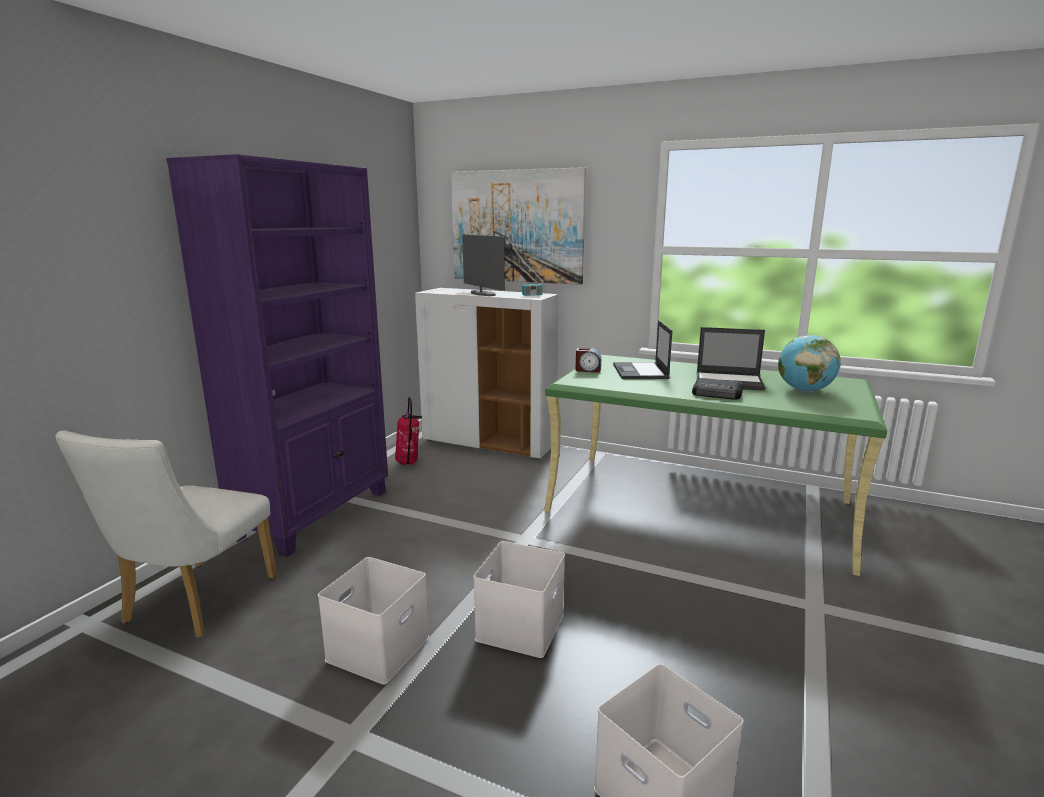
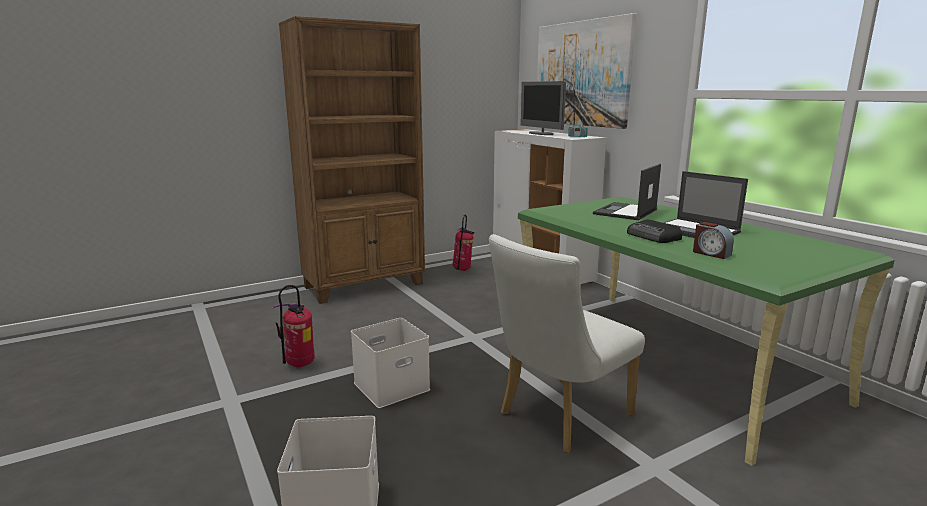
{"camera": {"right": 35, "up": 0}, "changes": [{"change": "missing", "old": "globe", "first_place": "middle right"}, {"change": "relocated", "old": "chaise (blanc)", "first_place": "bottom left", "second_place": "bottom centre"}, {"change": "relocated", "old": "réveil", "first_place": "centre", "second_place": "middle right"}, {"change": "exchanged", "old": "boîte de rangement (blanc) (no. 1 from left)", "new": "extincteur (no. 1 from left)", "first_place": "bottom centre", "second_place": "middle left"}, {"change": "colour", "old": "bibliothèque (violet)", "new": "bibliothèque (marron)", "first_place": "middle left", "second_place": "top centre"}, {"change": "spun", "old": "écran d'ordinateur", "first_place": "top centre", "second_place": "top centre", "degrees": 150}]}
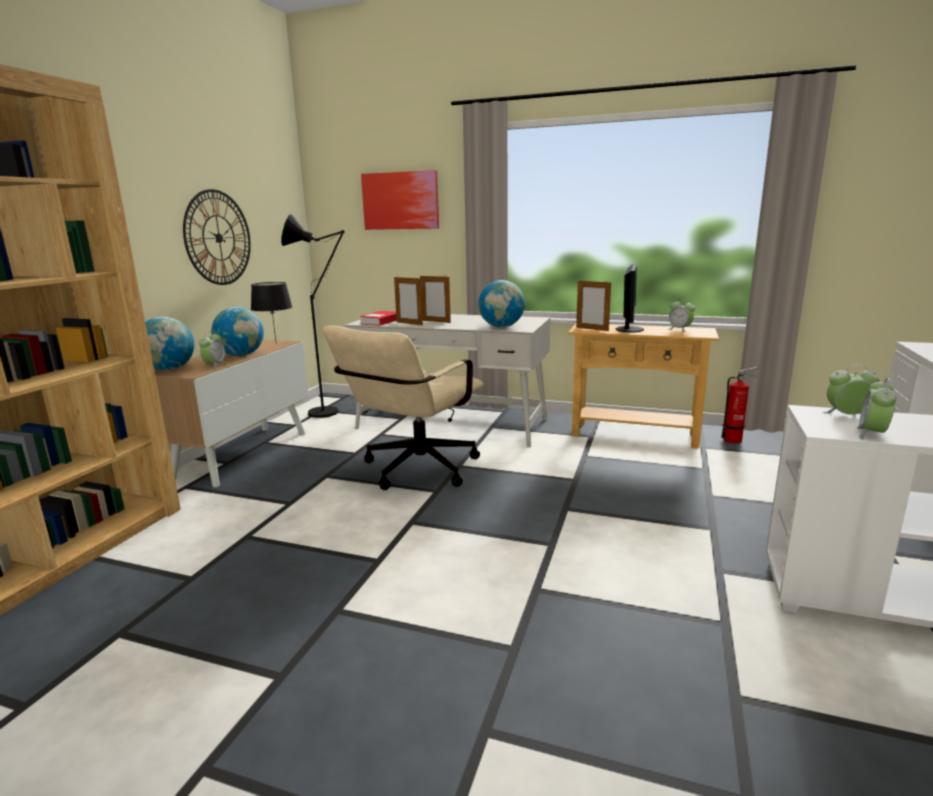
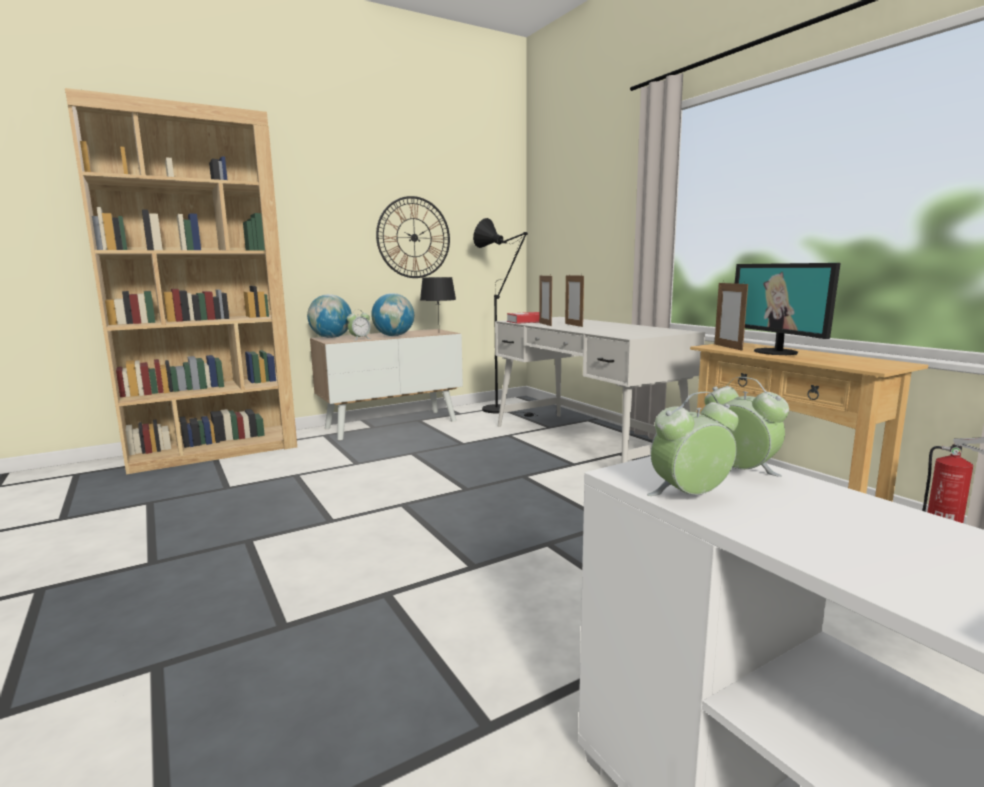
{"camera": {"right": 40, "up": -5}, "changes": [{"change": "missing", "old": "chaise de bureau (beige)", "first_place": "centre"}, {"change": "missing", "old": "tableau", "first_place": "top centre"}, {"change": "missing", "old": "globe (no. 3 from left)", "first_place": "centre"}, {"change": "missing", "old": "réveil (no. 2 from left)", "first_place": "middle right"}, {"change": "spun", "old": "écran d'ordinateur", "first_place": "middle right", "second_place": "middle right", "degrees": 105}]}
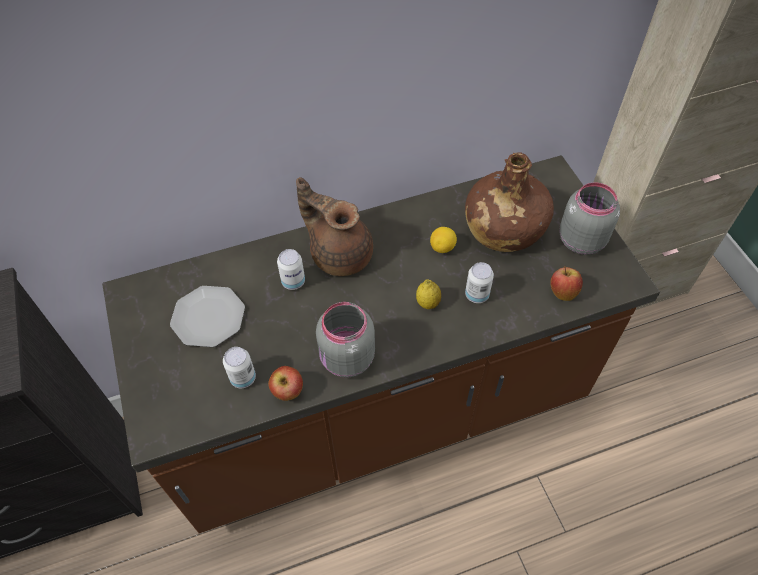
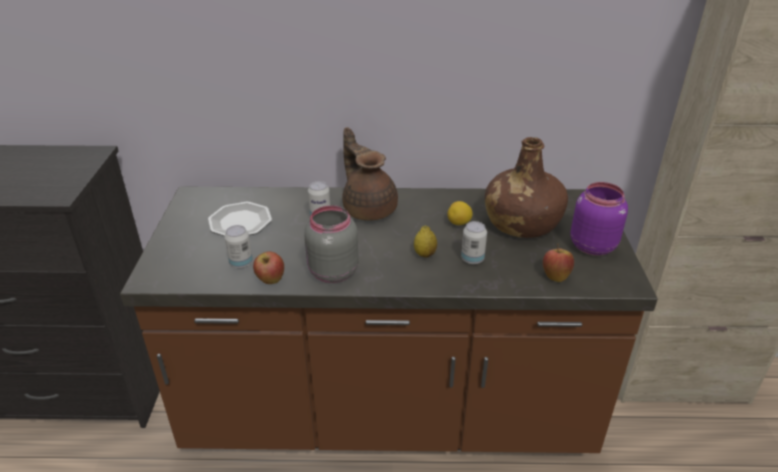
{"camera": {"right": 20, "up": -20}, "changes": [{"change": "colour", "old": "bocal (gris) (no. 2 from left)", "new": "bocal (violet)", "first_place": "middle right", "second_place": "middle right"}]}
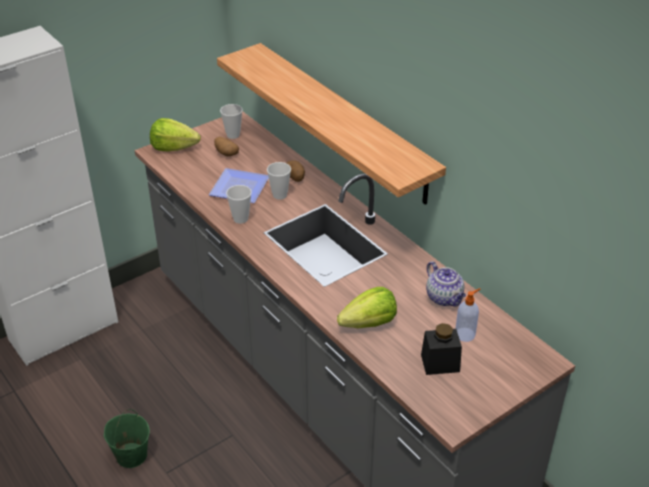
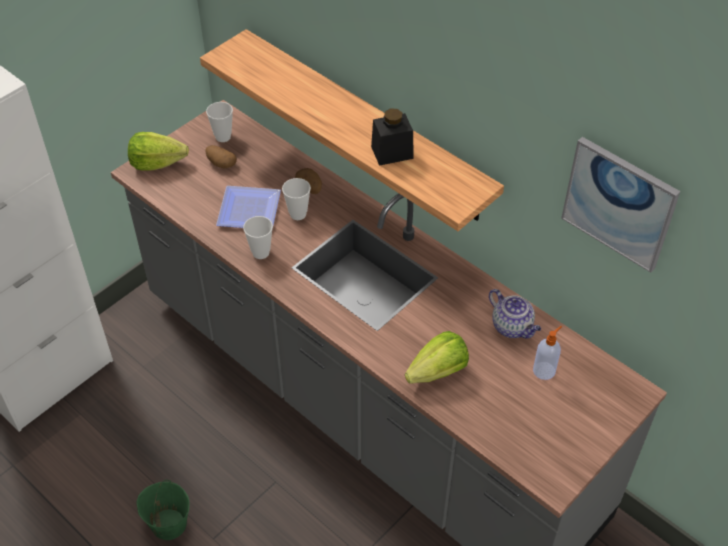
{"camera": {"right": -10, "up": 10}, "changes": [{"change": "appeared", "new": "tableau", "second_place": "middle right"}, {"change": "relocated", "old": "bocal (noir)", "first_place": "bottom right", "second_place": "top centre"}]}
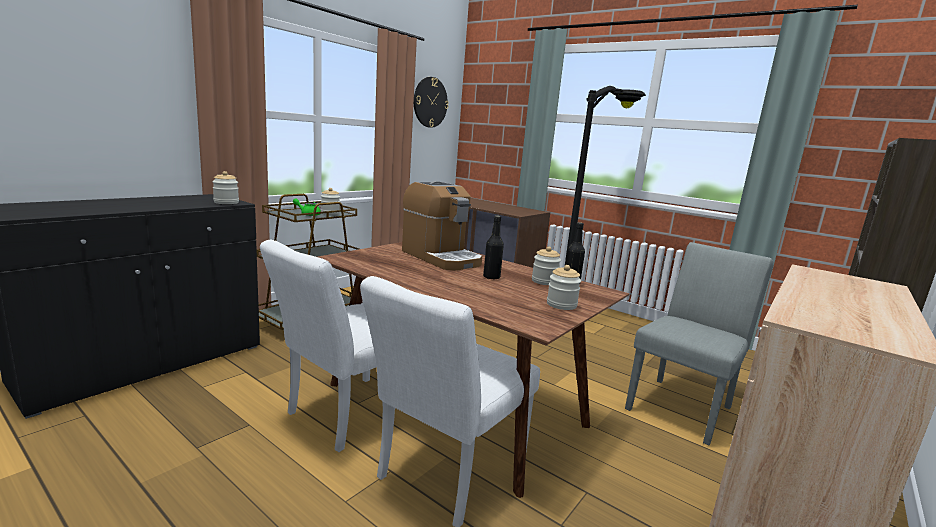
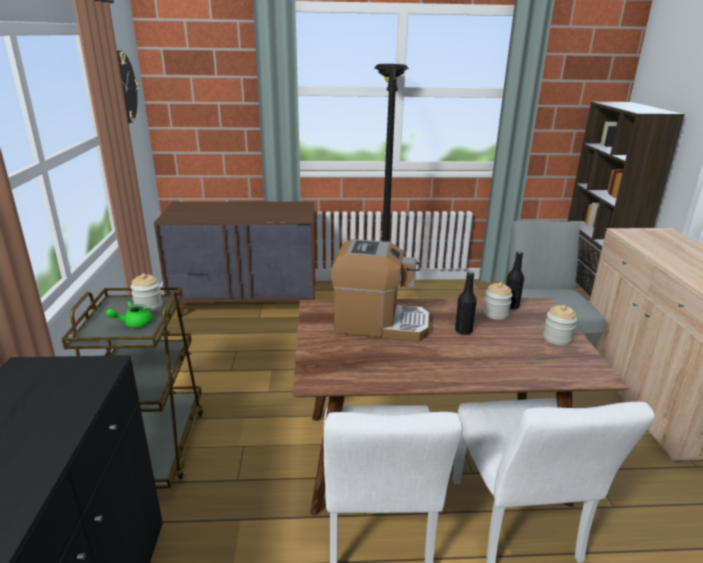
{"camera": {"right": -40, "up": 10}, "changes": [{"change": "missing", "old": "bocal (no. 1 from left)", "first_place": "middle left"}]}
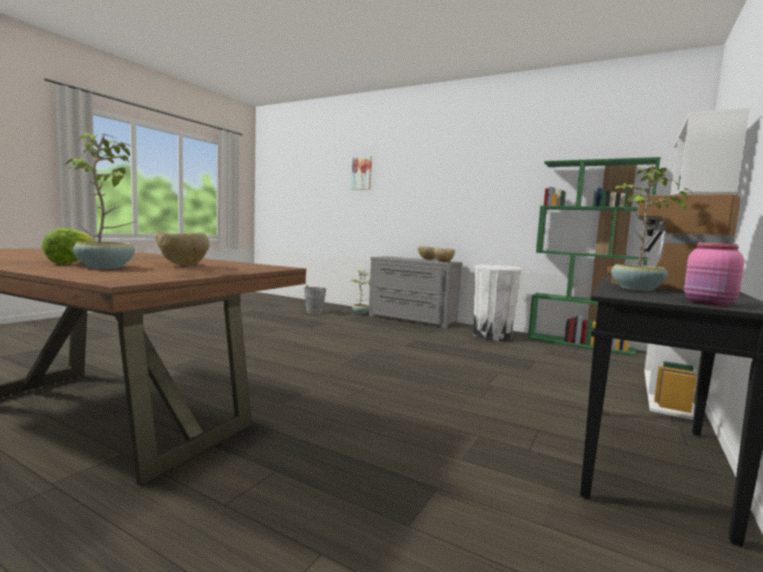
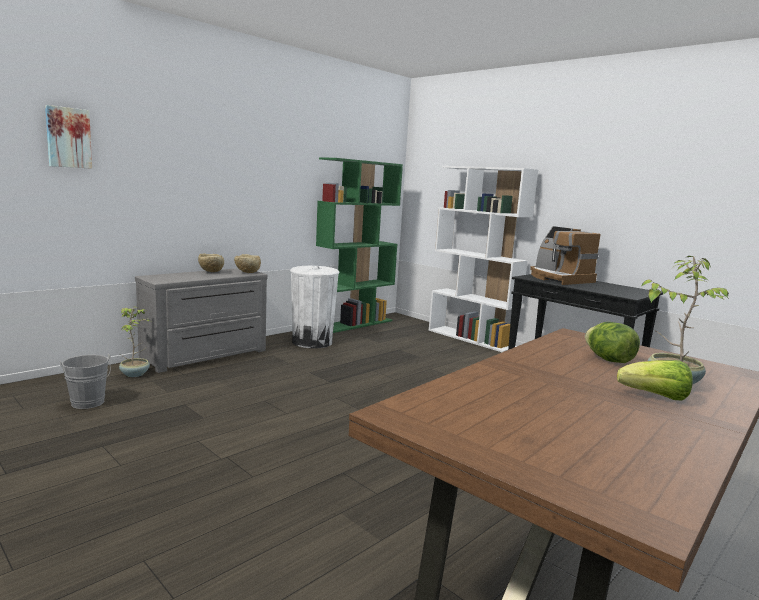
{"camera": {"right": -75, "up": 5}, "changes": [{"change": "missing", "old": "plante en pot (no. 3 from left)", "first_place": "middle right"}, {"change": "missing", "old": "bocal (rose)", "first_place": "middle right"}, {"change": "exchanged", "old": "bol (beige) (no. 1 from left)", "new": "laitue (no. 1 from left)", "first_place": "middle left", "second_place": "middle right"}]}
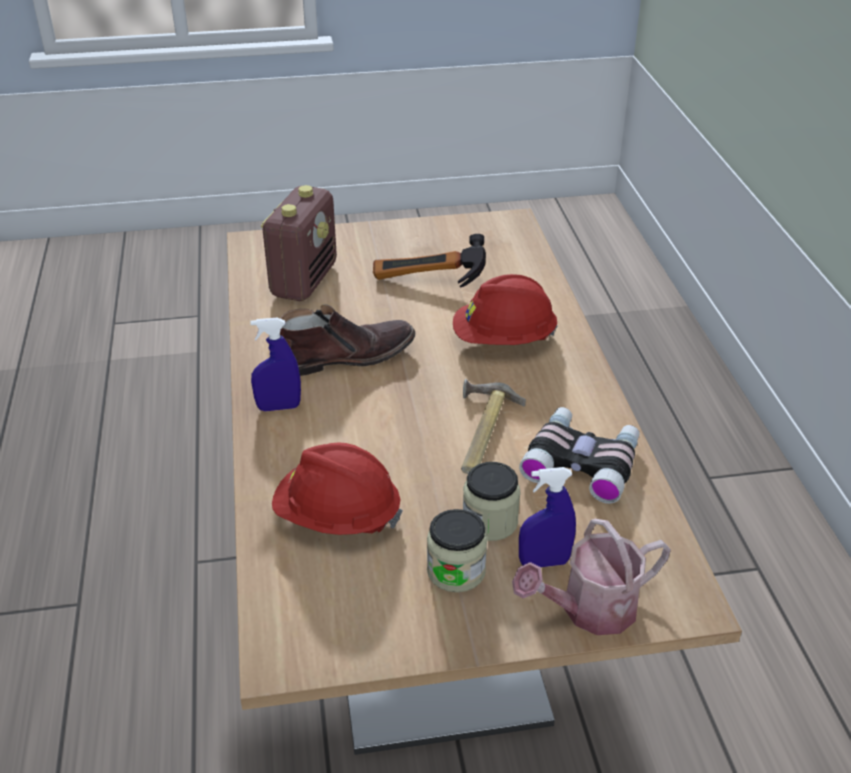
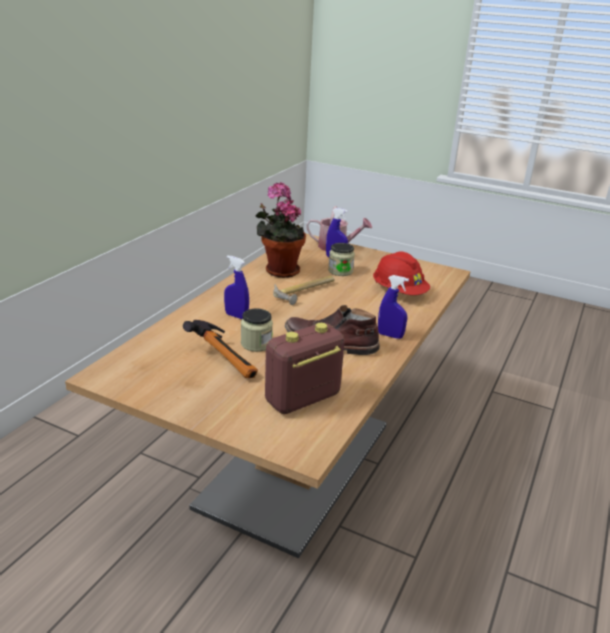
{"camera": {"right": -145, "up": -10}, "changes": [{"change": "relocated", "old": "bocal (no. 1 from left)", "first_place": "bottom centre", "second_place": "centre"}, {"change": "exchanged", "old": "casque de chantier (rouge) (no. 2 from left)", "new": "vaporisateur (bleu) (no. 1 from left)", "first_place": "centre", "second_place": "centre"}, {"change": "exchanged", "old": "jumelles", "new": "plante en pot", "first_place": "middle right", "second_place": "centre"}]}
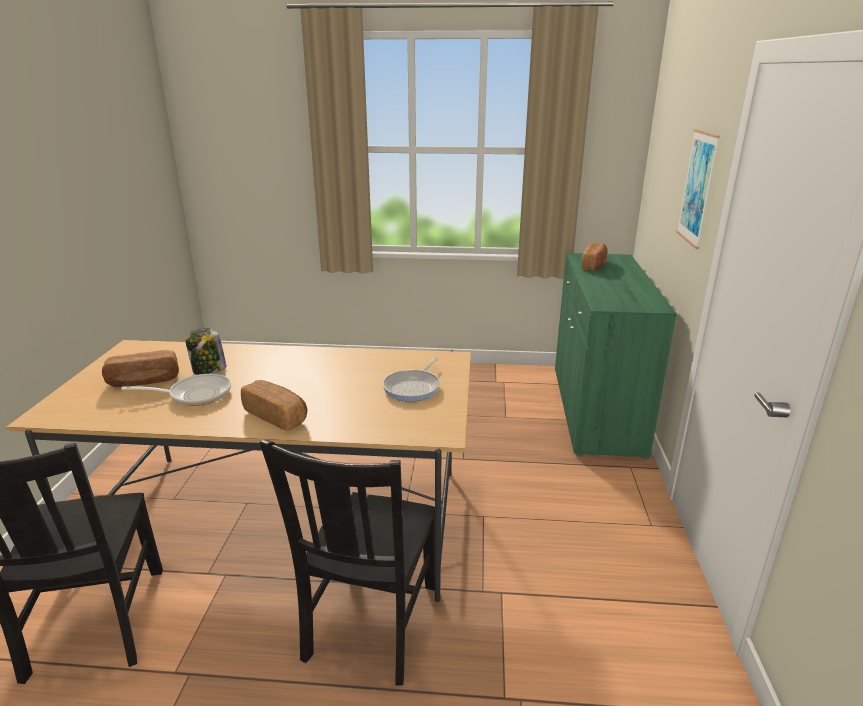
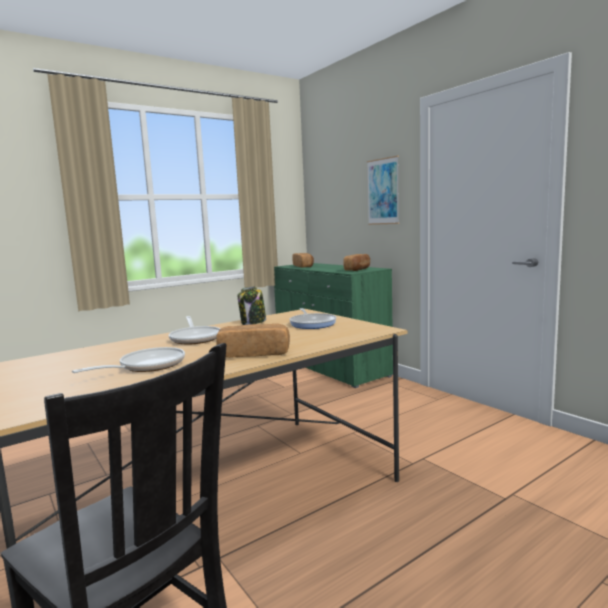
{"camera": {"right": -40, "up": -15}, "changes": [{"change": "missing", "old": "chaise (noir) (no. 2 from left)", "first_place": "bottom centre"}, {"change": "appeared", "new": "poêle (no. 2 from left)", "second_place": "middle left"}, {"change": "relocated", "old": "pain (no. 1 from left in the first image)", "new": "pain (no. 3 from left)", "first_place": "middle left", "second_place": "centre"}, {"change": "relocated", "old": "bocal", "first_place": "middle left", "second_place": "centre"}]}
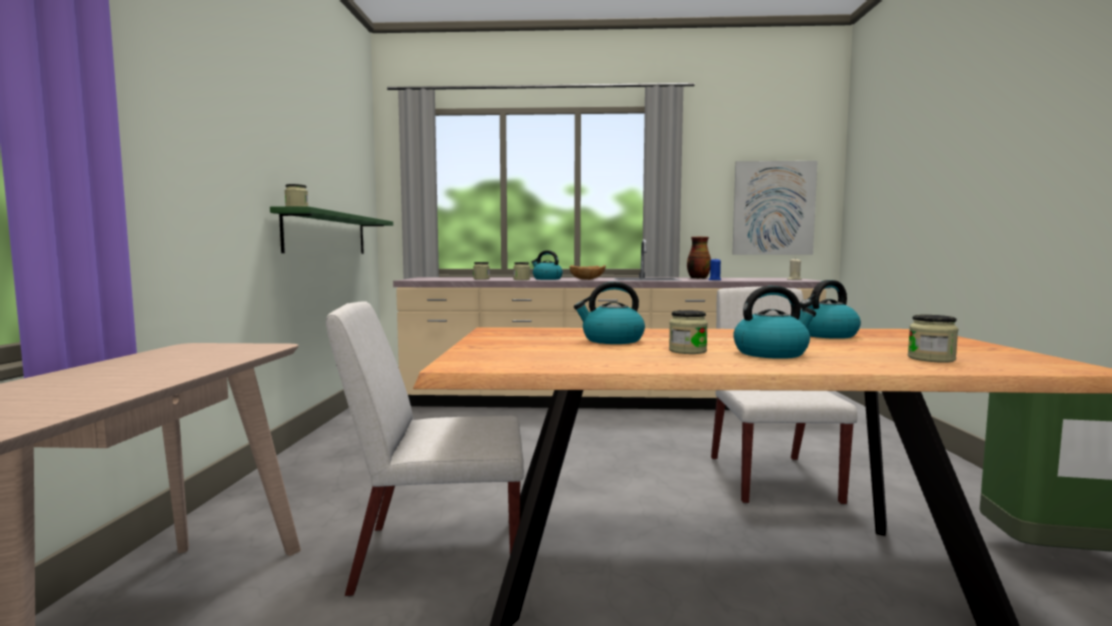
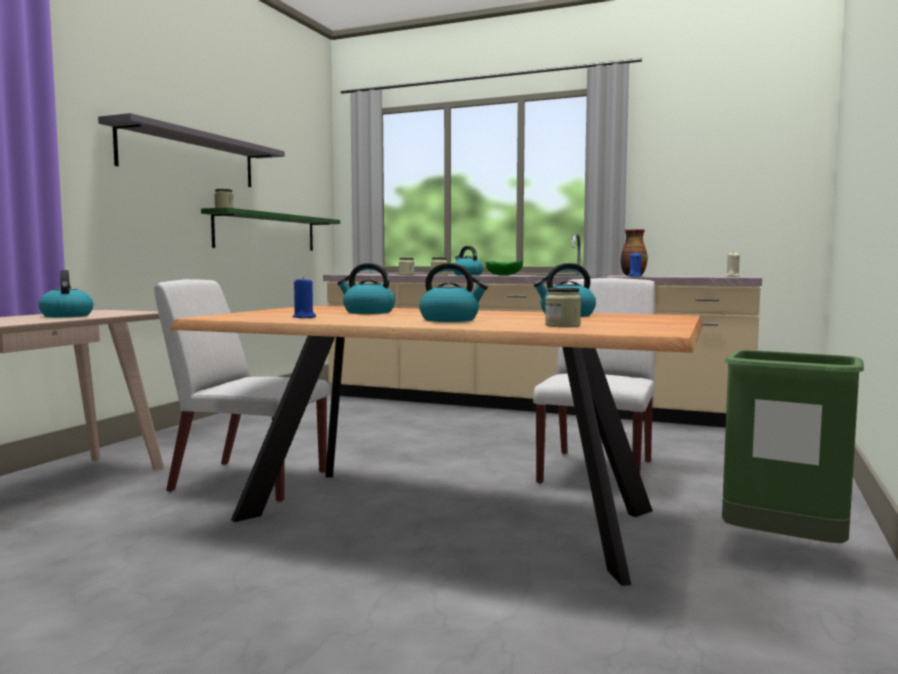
{"camera": {"right": 20, "up": 0}, "changes": [{"change": "missing", "old": "bocal (no. 4 from left)", "first_place": "centre"}, {"change": "missing", "old": "tableau", "first_place": "top right"}, {"change": "appeared", "new": "bouilloire (no. 1 from left)", "second_place": "middle left"}, {"change": "appeared", "new": "étagère (gris)", "second_place": "top left"}, {"change": "appeared", "new": "bougie (bleu) (no. 1 from left)", "second_place": "centre"}, {"change": "colour", "old": "bol (marron)", "new": "bol (vert)", "first_place": "centre", "second_place": "centre"}]}
